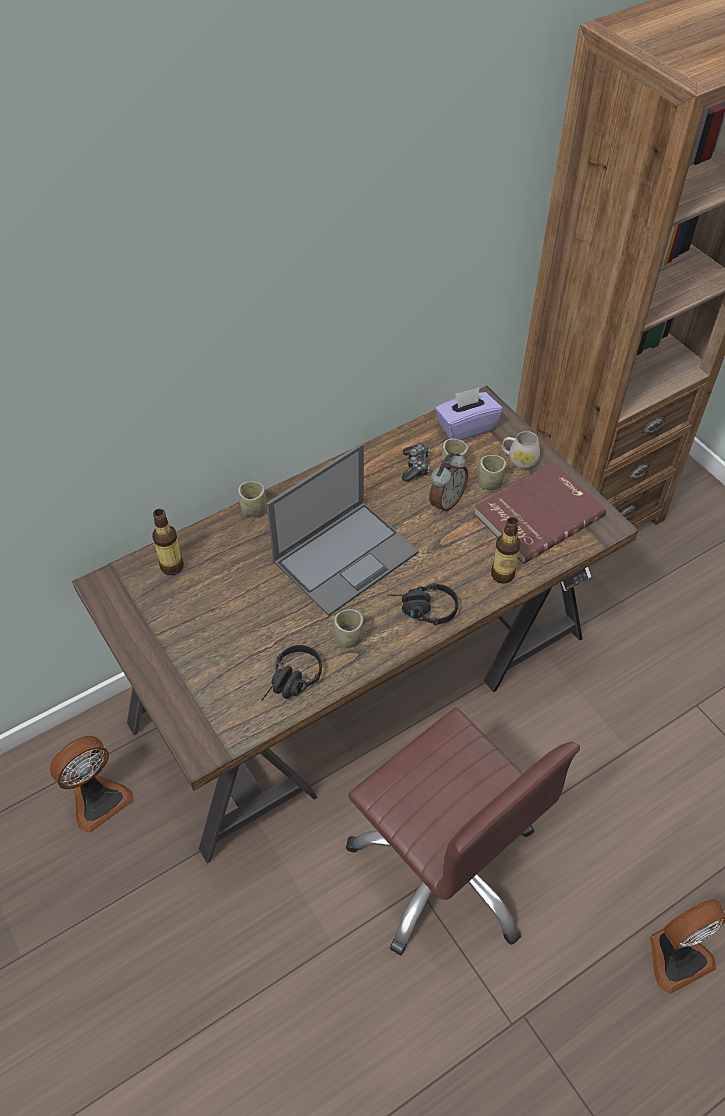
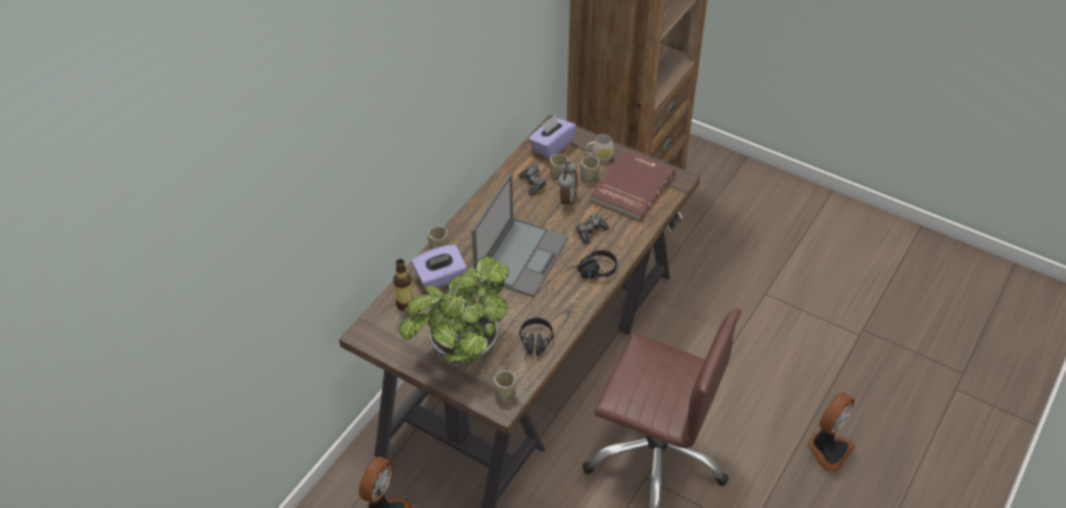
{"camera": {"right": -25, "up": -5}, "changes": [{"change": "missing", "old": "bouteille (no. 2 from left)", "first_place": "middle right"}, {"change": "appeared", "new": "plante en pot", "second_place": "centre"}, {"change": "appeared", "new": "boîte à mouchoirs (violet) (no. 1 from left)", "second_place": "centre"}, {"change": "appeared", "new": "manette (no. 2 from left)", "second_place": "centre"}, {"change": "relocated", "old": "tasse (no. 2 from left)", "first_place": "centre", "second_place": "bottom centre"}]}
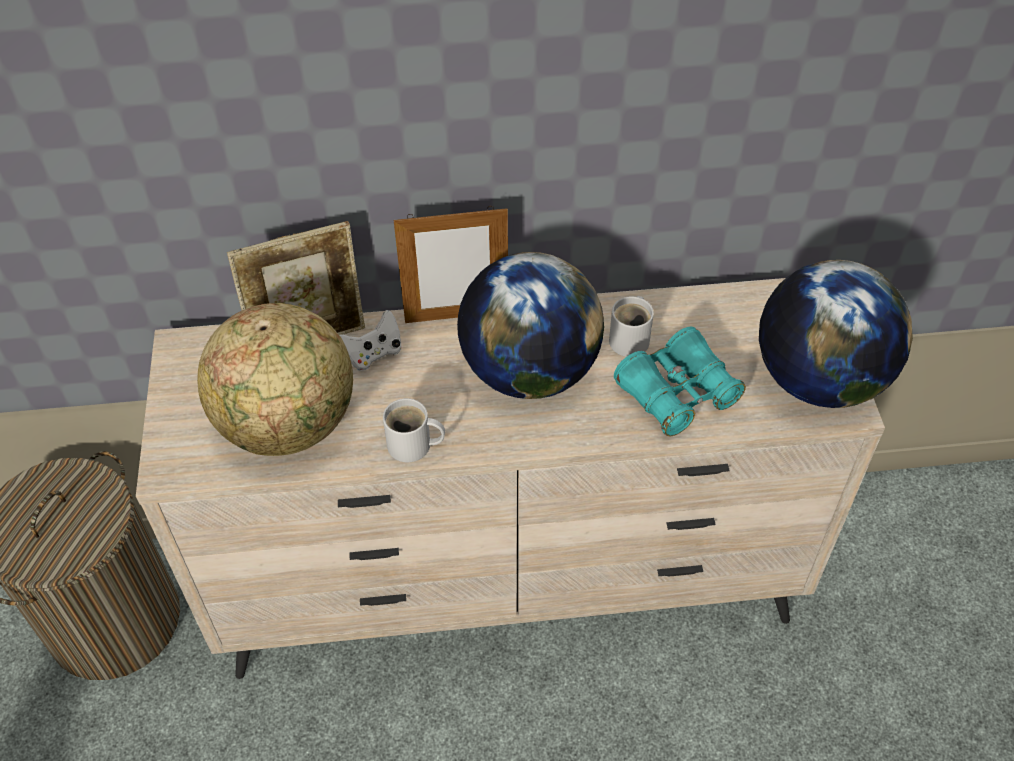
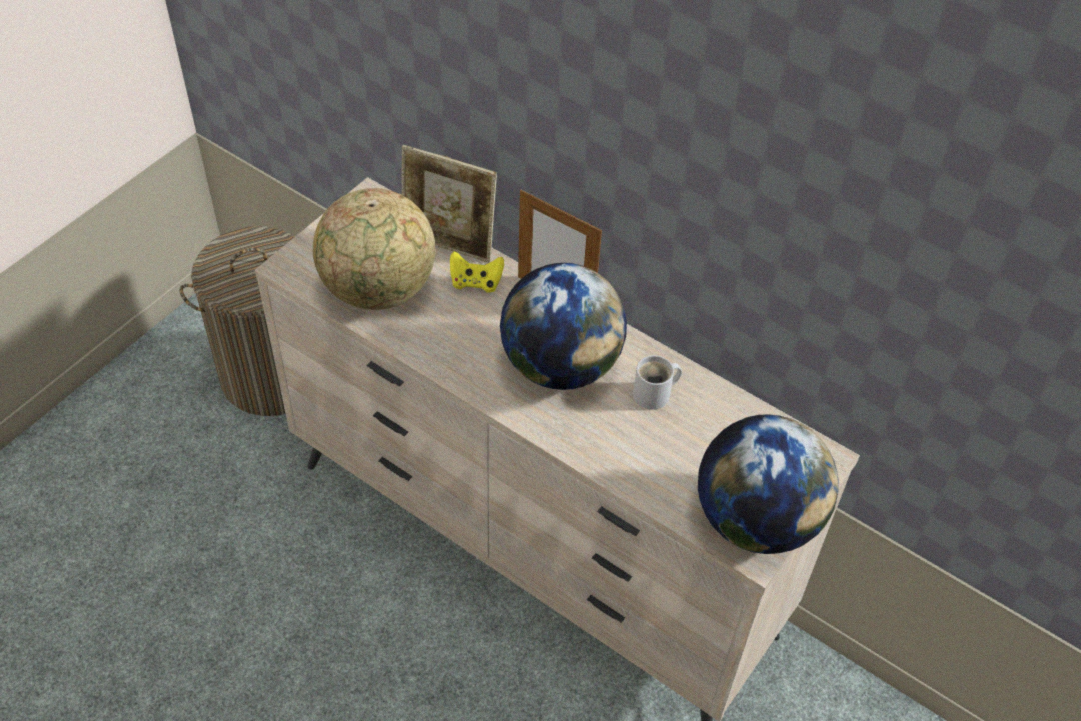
{"camera": {"right": 40, "up": 0}, "changes": [{"change": "missing", "old": "mug (blanc) (no. 1 from left)", "first_place": "centre"}, {"change": "missing", "old": "jumelles (turquoise)", "first_place": "middle right"}, {"change": "colour", "old": "manette (blanc)", "new": "manette (jaune)", "first_place": "centre", "second_place": "centre"}]}
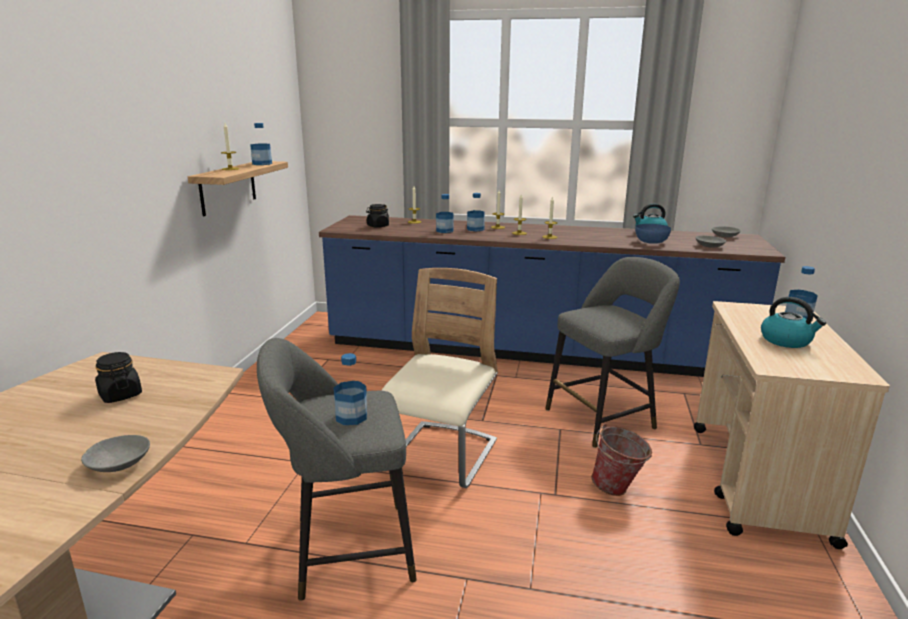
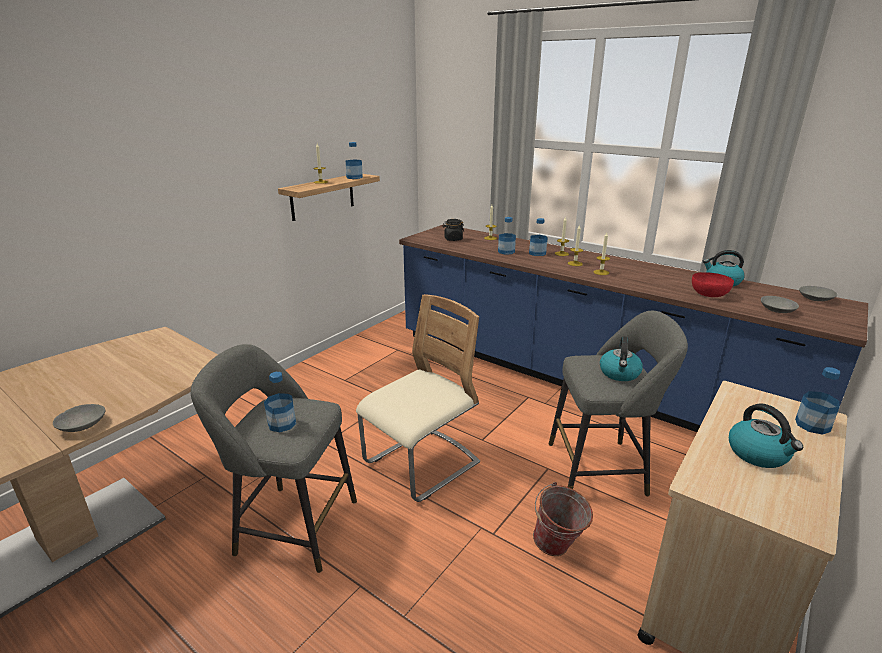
{"camera": {"right": 25, "up": 5}, "changes": [{"change": "missing", "old": "bocal (noir) (no. 1 from left)", "first_place": "middle left"}, {"change": "appeared", "new": "bouilloire (no. 1 from left)", "second_place": "middle right"}, {"change": "colour", "old": "bol (bleu)", "new": "bol (rouge)", "first_place": "middle right", "second_place": "middle right"}]}
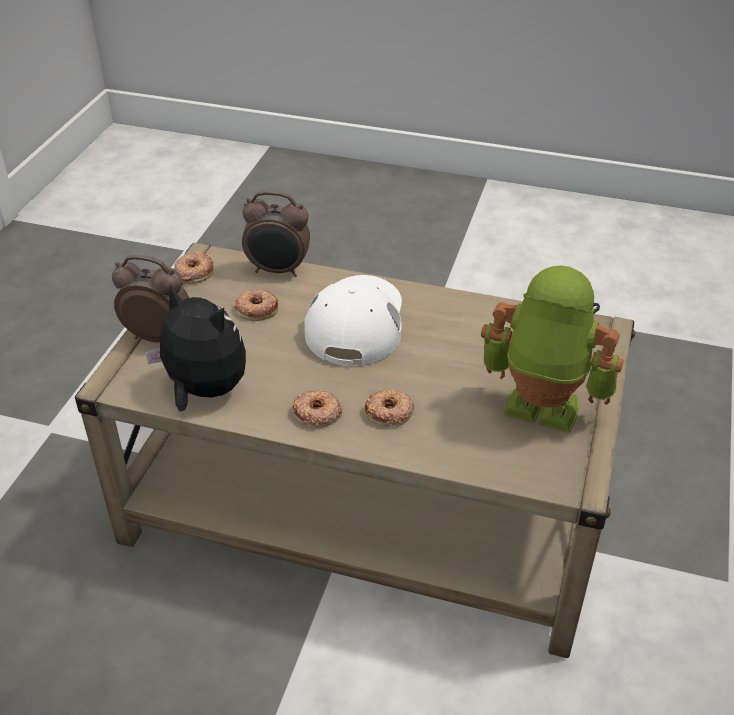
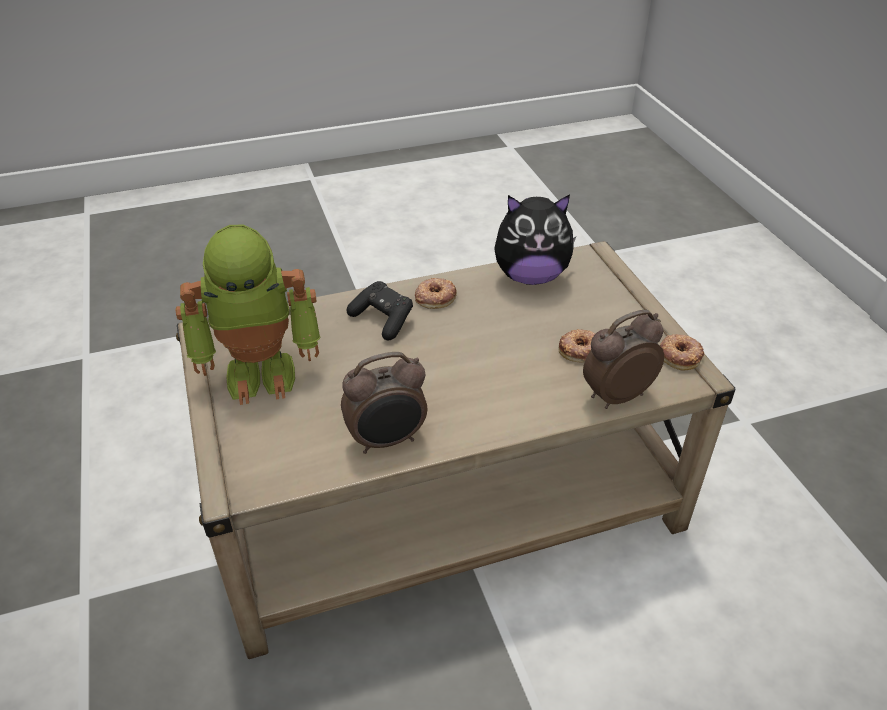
{"camera": {"right": 145, "up": 0}, "changes": [{"change": "missing", "old": "casquette (blanc)", "first_place": "centre"}, {"change": "relocated", "old": "réveil (no. 1 from left)", "first_place": "middle left", "second_place": "centre"}, {"change": "exchanged", "old": "beignet (no. 4 from left)", "new": "manette (noir)", "first_place": "centre", "second_place": "centre"}]}
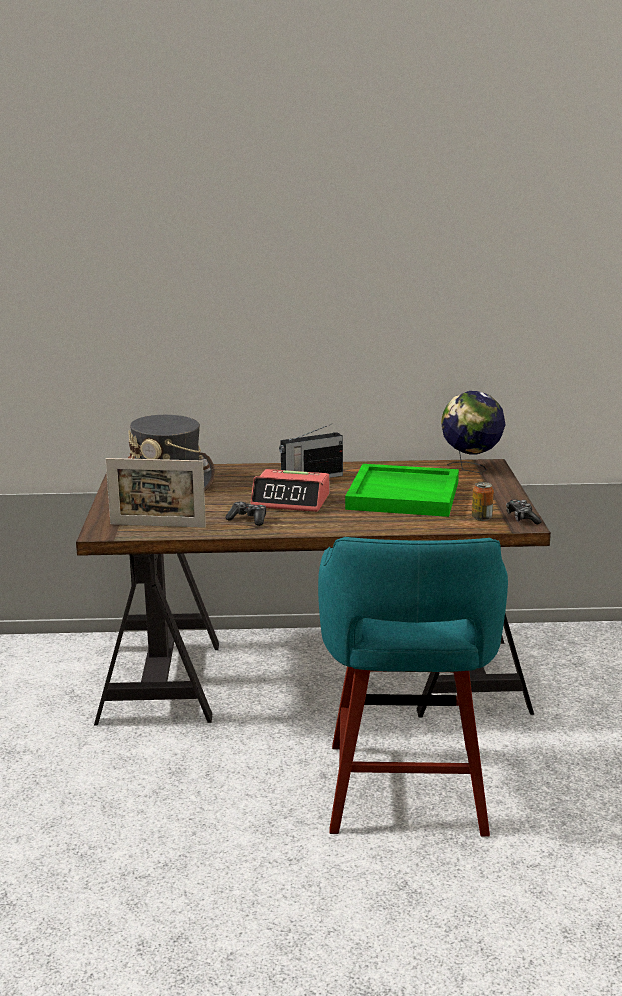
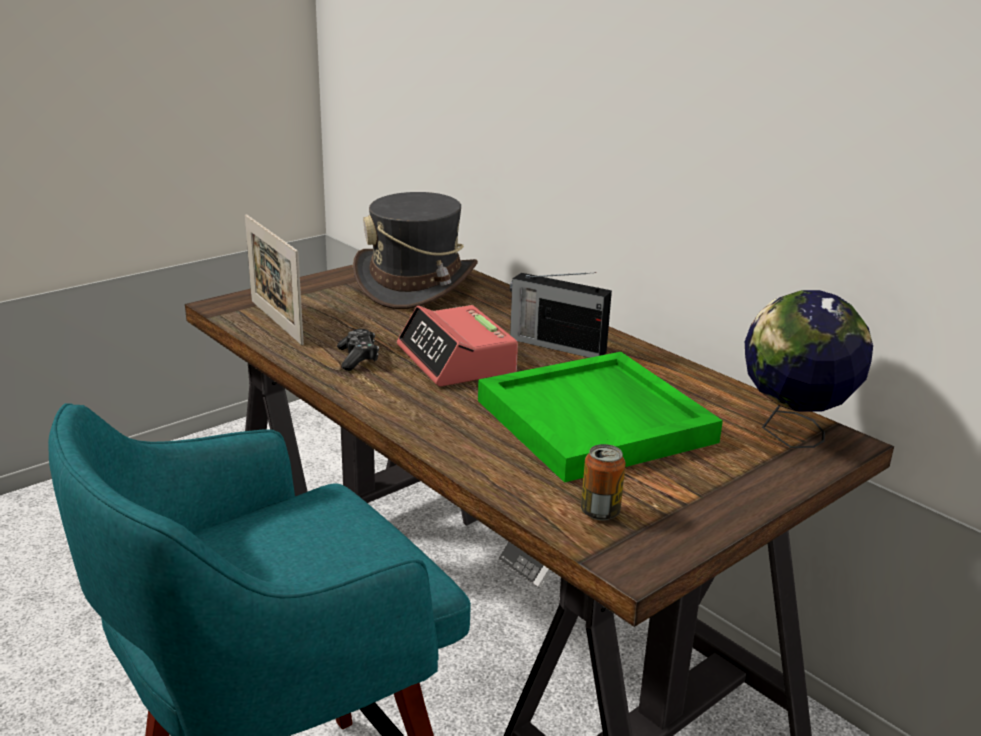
{"camera": {"right": 50, "up": 5}, "changes": [{"change": "missing", "old": "manette (no. 2 from left)", "first_place": "middle right"}]}
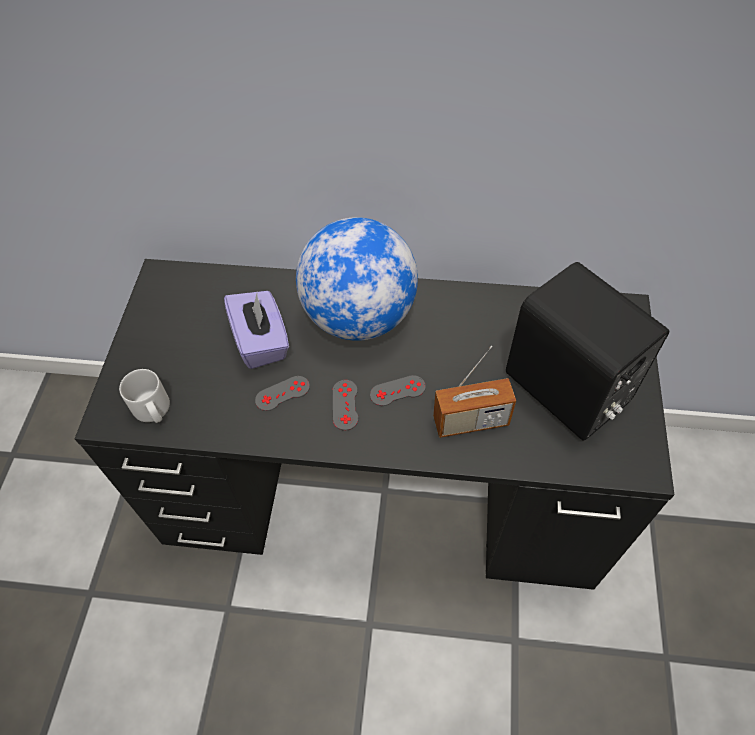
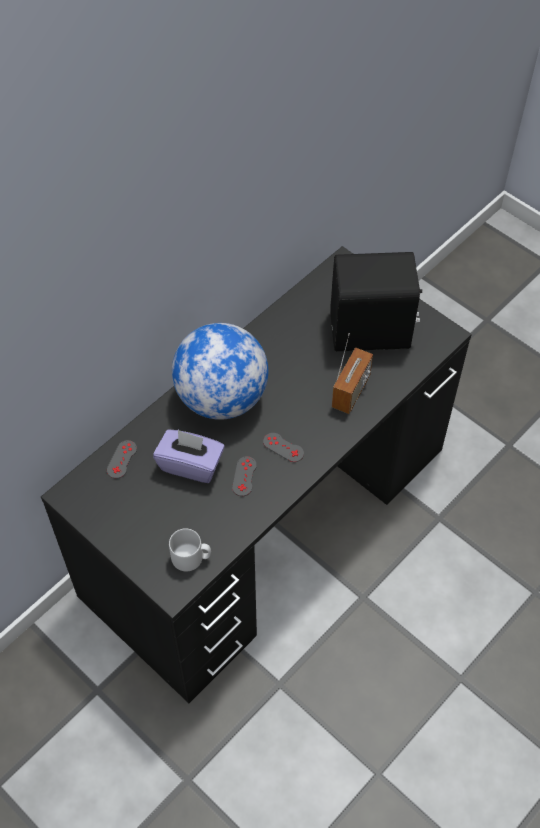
{"camera": {"right": -55, "up": 0}, "changes": [{"change": "relocated", "old": "manette (gris) (no. 3 from left in the first image)", "new": "manette (gris) (no. 1 from left)", "first_place": "centre", "second_place": "middle left"}]}
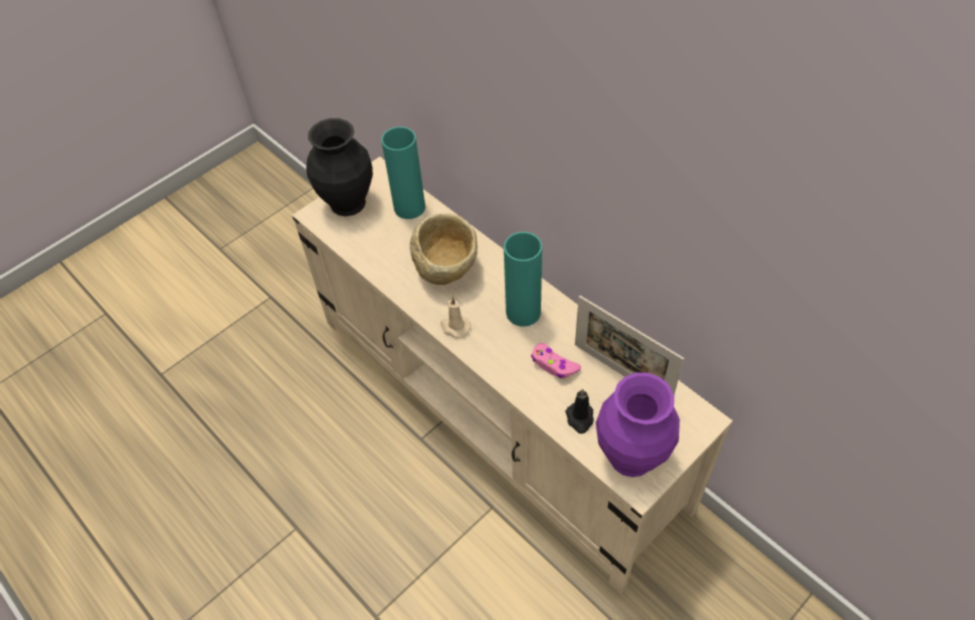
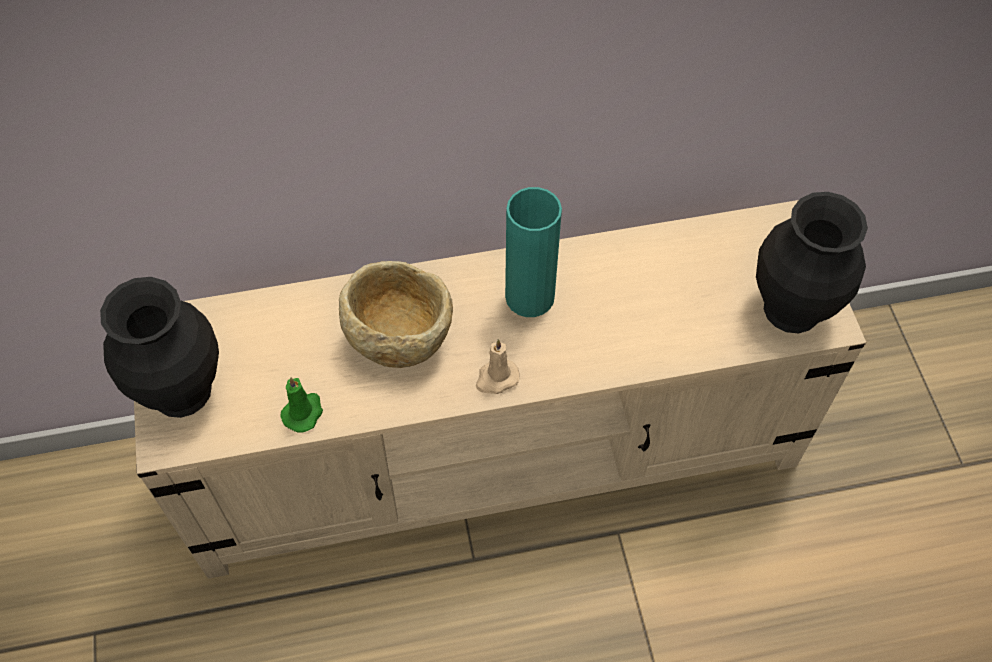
{"camera": {"right": -60, "up": 5}, "changes": [{"change": "missing", "old": "vase (turquoise) (no. 1 from left)", "first_place": "top centre"}, {"change": "missing", "old": "manette (rose)", "first_place": "centre"}, {"change": "missing", "old": "bougie (noir)", "first_place": "centre"}, {"change": "missing", "old": "cadre photo", "first_place": "centre"}, {"change": "appeared", "new": "bougie (vert)", "second_place": "middle left"}, {"change": "colour", "old": "vase (violet)", "new": "vase (noir) (no. 2 from left)", "first_place": "bottom centre", "second_place": "middle right"}]}
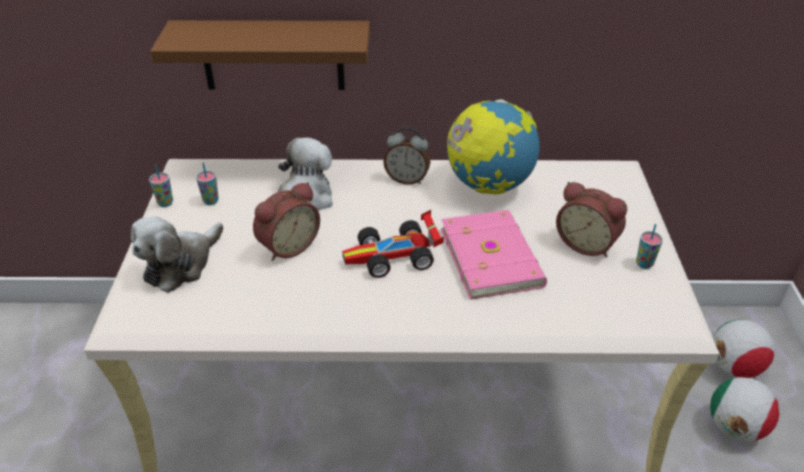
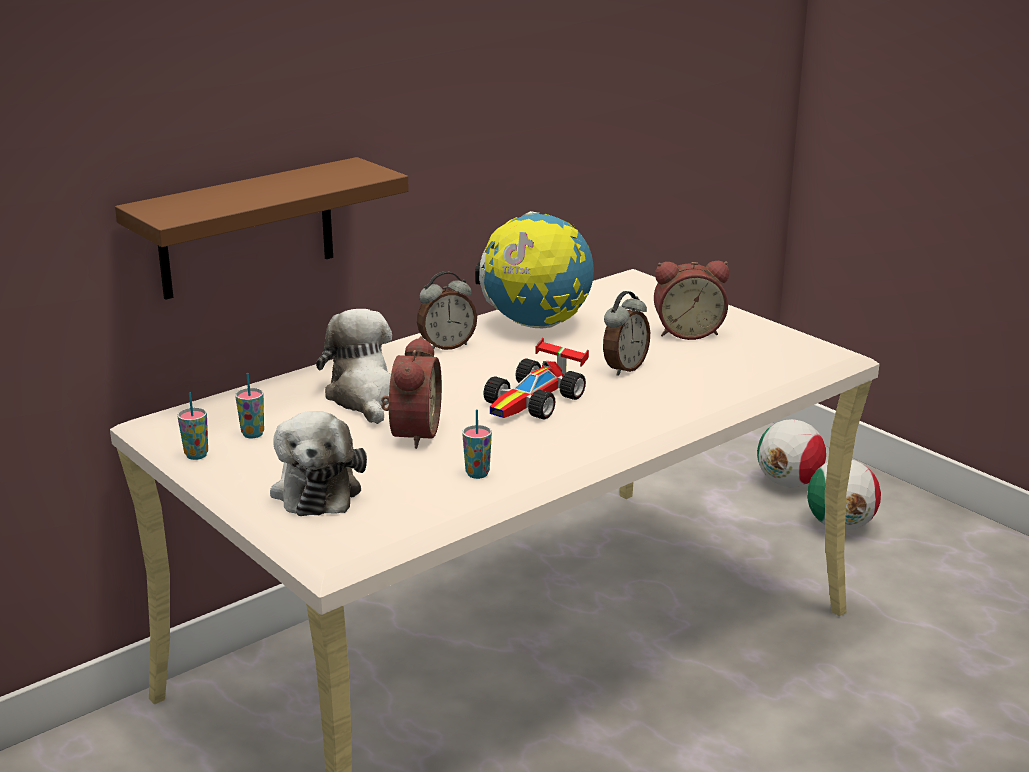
{"camera": {"right": -40, "up": -15}, "changes": [{"change": "relocated", "old": "tasse (no. 3 from left)", "first_place": "middle right", "second_place": "centre"}, {"change": "exchanged", "old": "livre (rose)", "new": "réveil (no. 3 from left)", "first_place": "centre", "second_place": "centre"}]}
